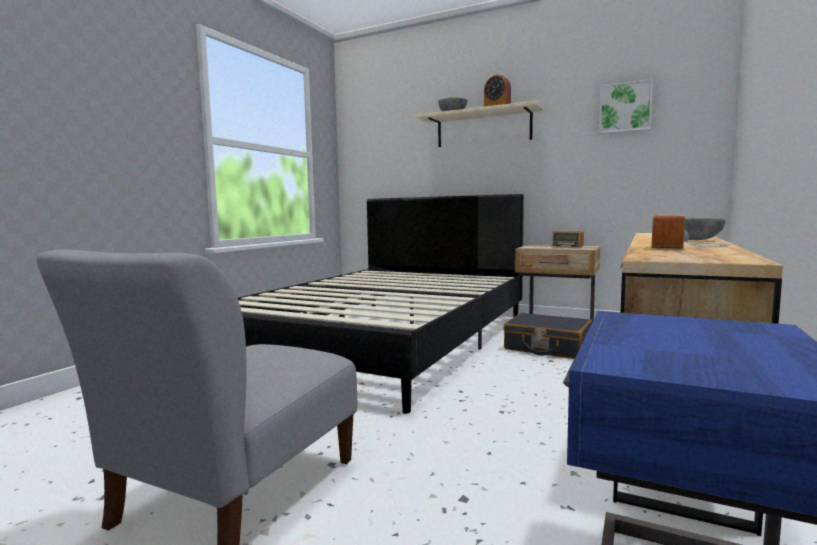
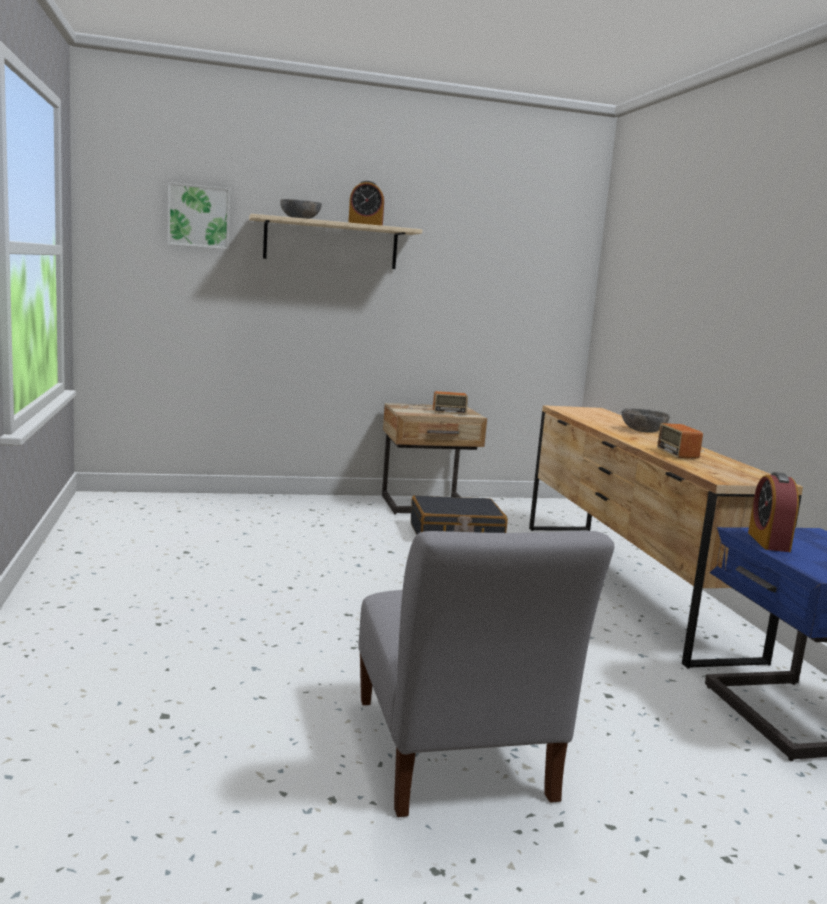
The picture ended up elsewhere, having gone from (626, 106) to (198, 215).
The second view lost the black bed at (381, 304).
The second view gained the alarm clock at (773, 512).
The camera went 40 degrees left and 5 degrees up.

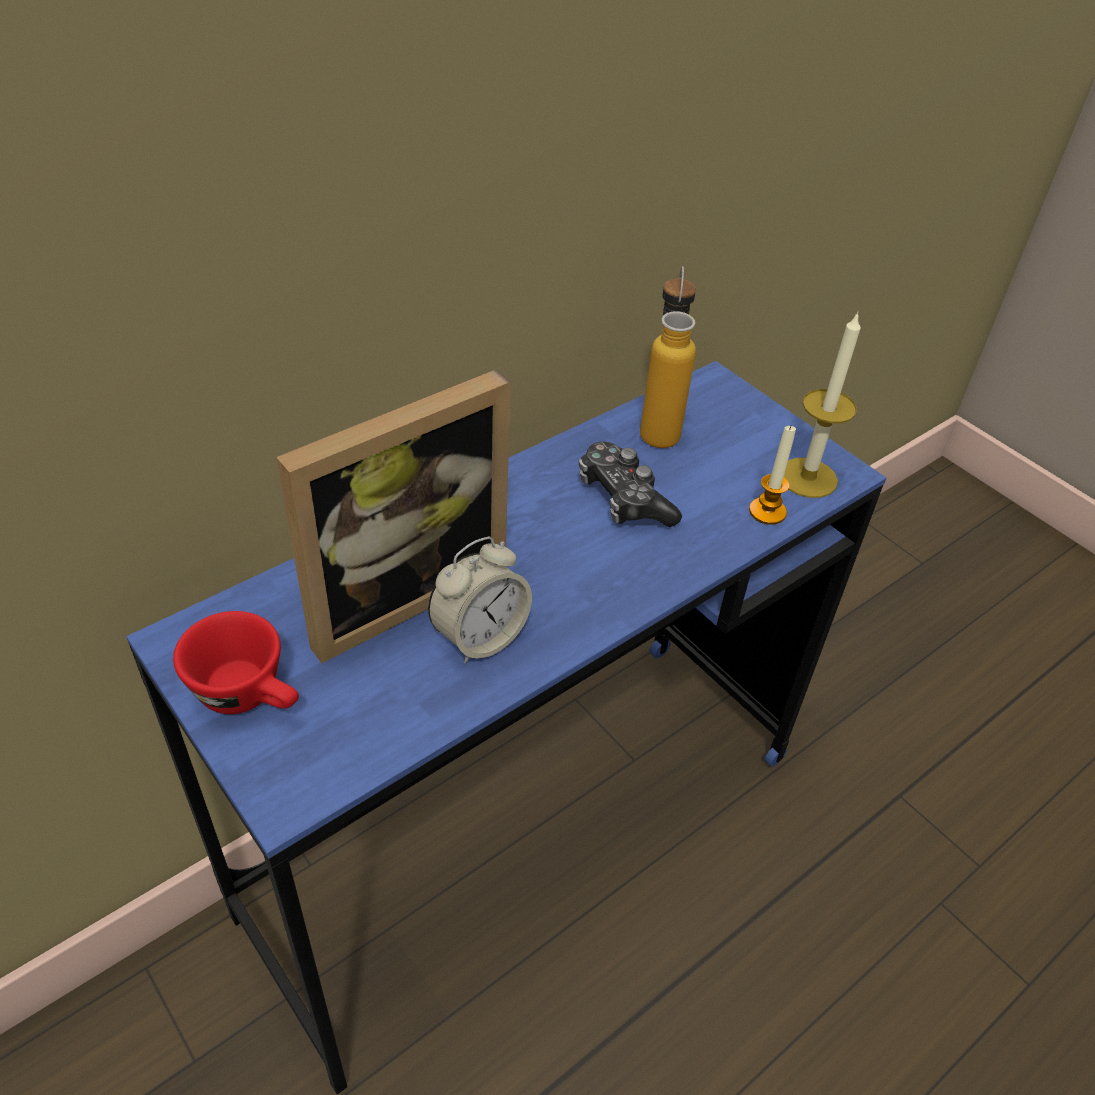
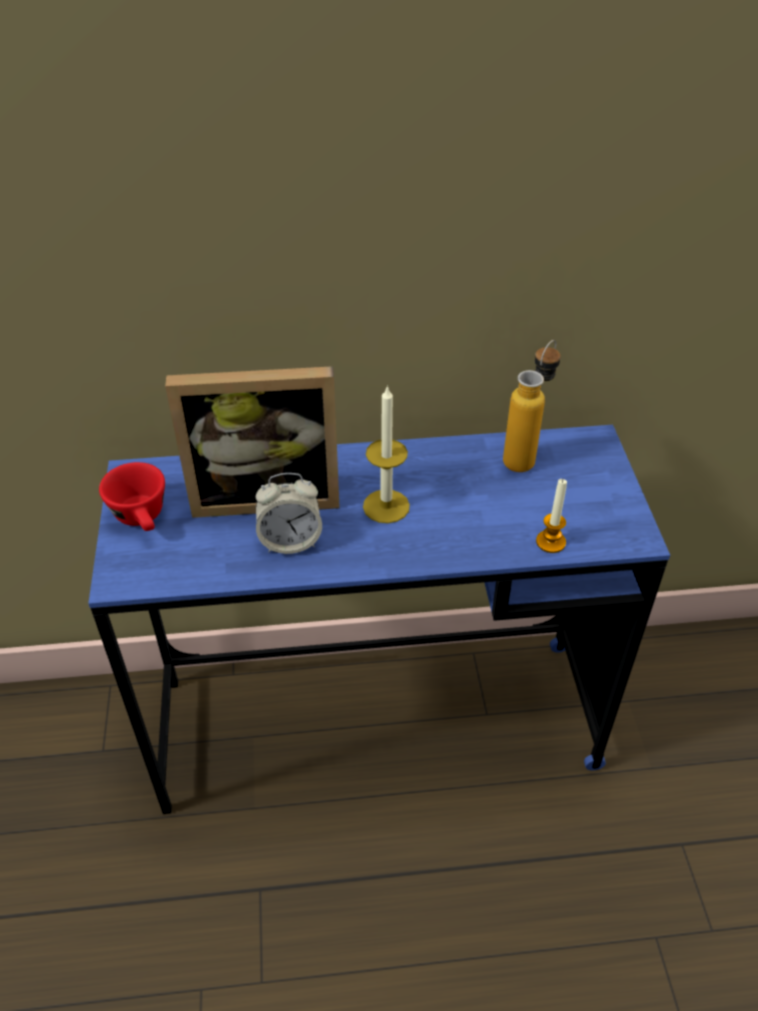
The candle ended up elsewhere, having gone from (822, 405) to (386, 454).
The second view lost the game controller at (630, 484).
The camera went 35 degrees right and 0 degrees up.

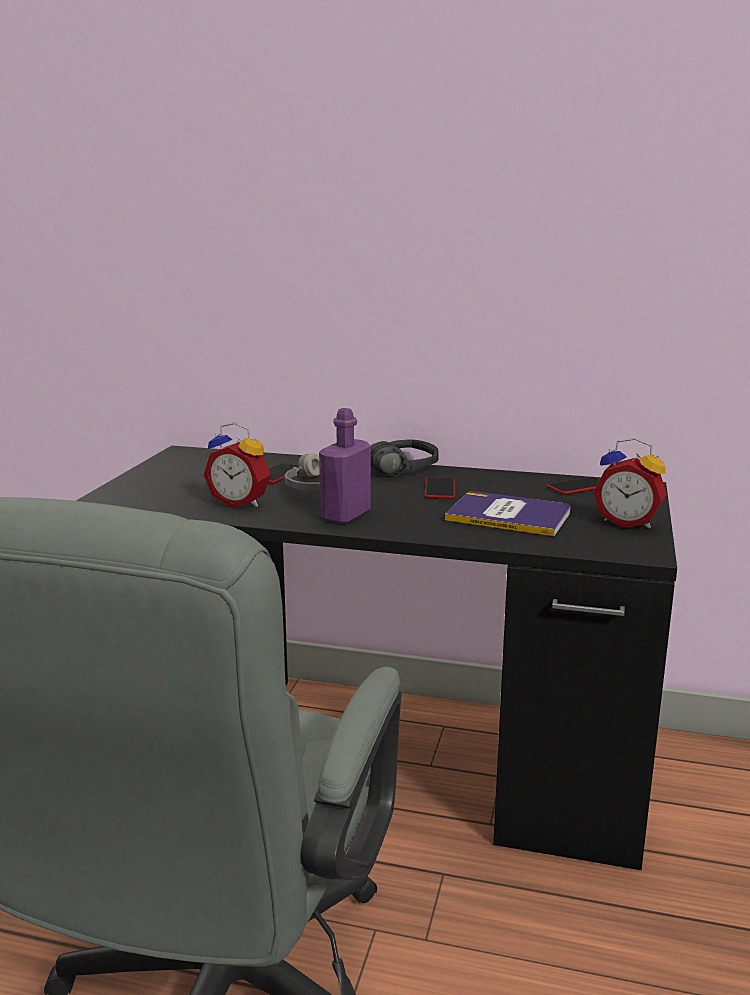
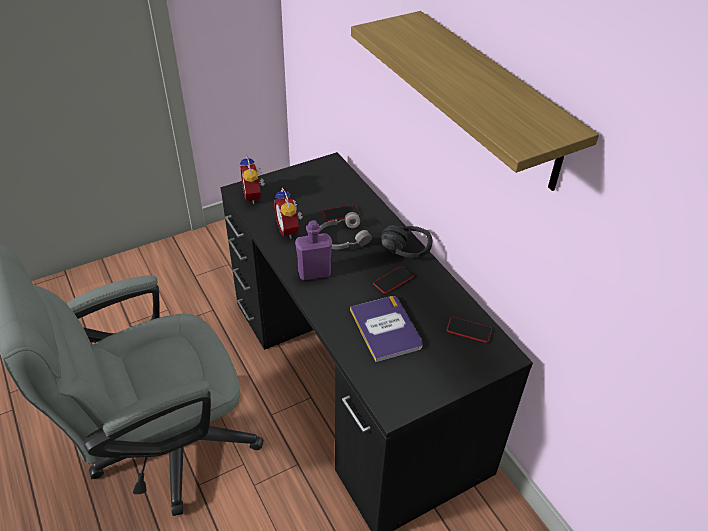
The alarm clock ended up elsewhere, having gone from (630, 483) to (252, 179).
The second view gained the shelf at (475, 101).
The camera went 45 degrees right and 25 degrees up.

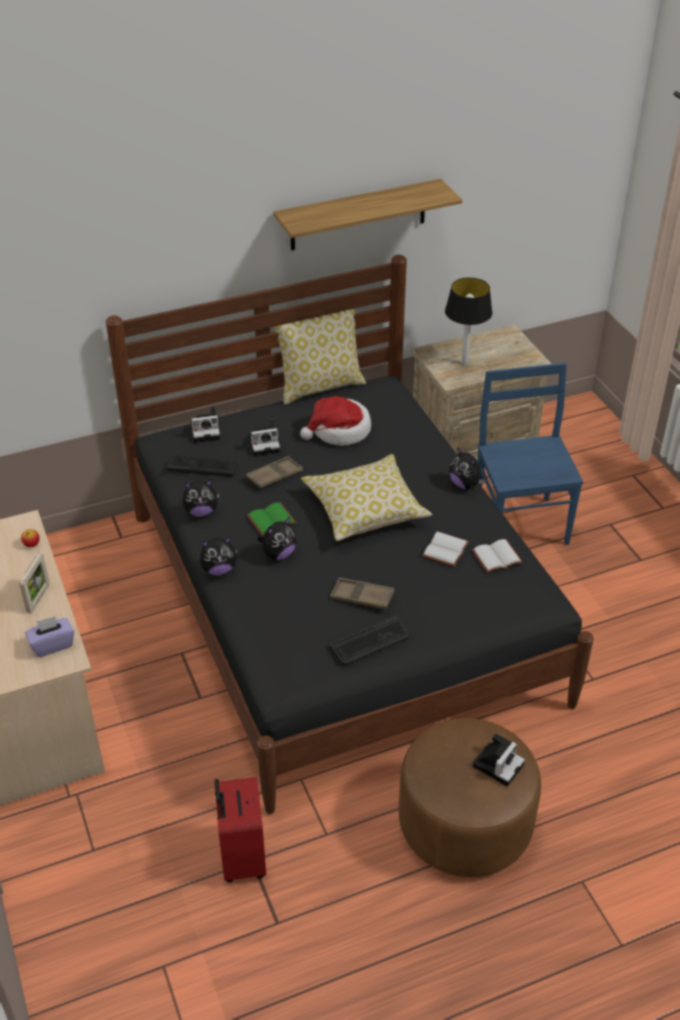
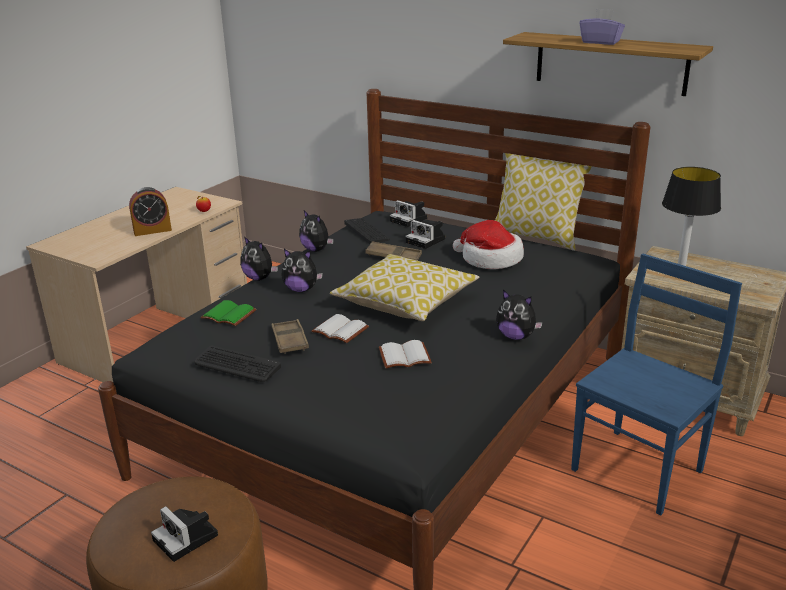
The plush toy at (467, 468) ended up facing another way, 75 degrees counterclockwise from before.
The green book ended up elsewhere, having gone from (271, 519) to (228, 313).
The white book ended up elsewhere, having gone from (497, 556) to (340, 328).
Where the picture frame stood at (35, 583), the alarm clock came to stand at (150, 211).
The purple tissue box ended up elsewhere, having gone from (49, 636) to (602, 27).
The photo camera at (499, 759) ended up facing another way, 45 degrees clockwise from before.
The second view lost the red suitcase at (240, 829).
The camera went 55 degrees right and 15 degrees down.

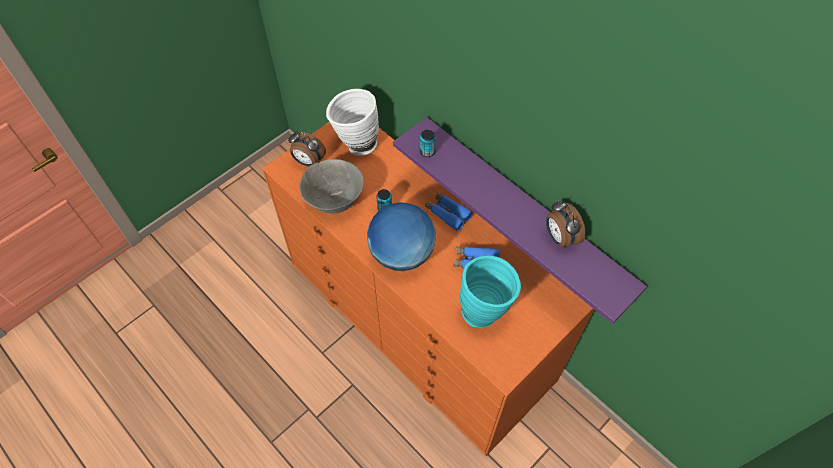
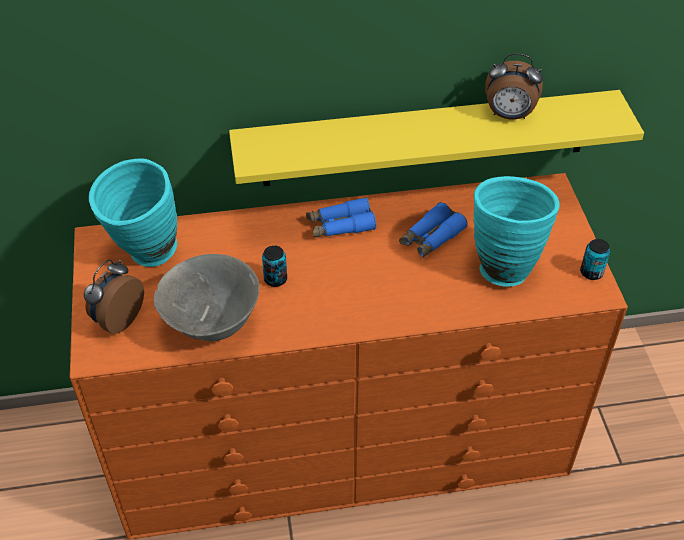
What was the white vase at (352, 122) turned into the turquoise vase at (133, 212).
What was the purple shelf at (520, 220) turned into the yellow shelf at (436, 138).
The can ended up elsewhere, having gone from (428, 143) to (595, 259).
The alarm clock at (307, 149) ended up facing another way, 150 degrees clockwise from before.
The second view lost the globe at (401, 236).
The camera went 55 degrees left and 10 degrees down.

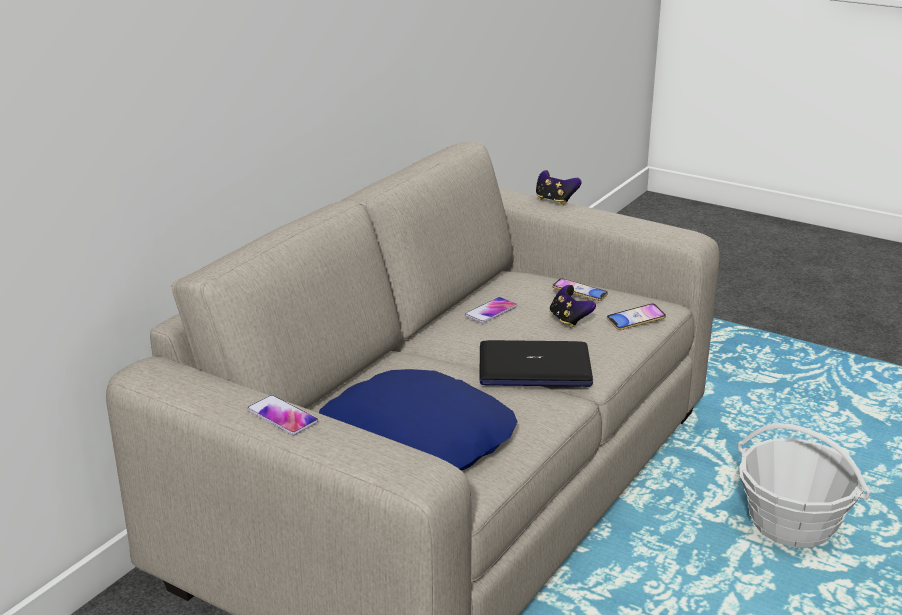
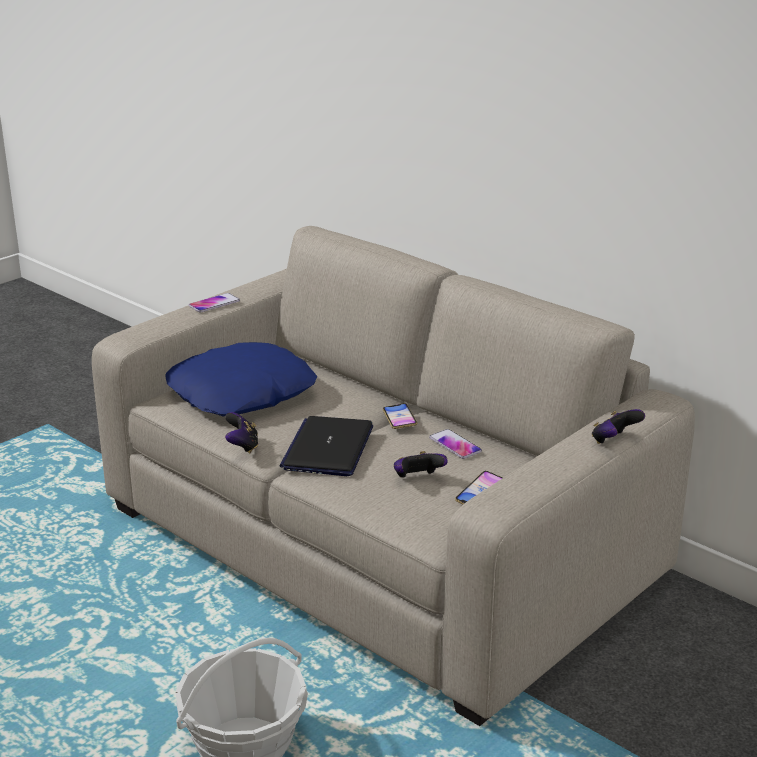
The phone ended up elsewhere, having gone from (636, 316) to (400, 416).
The second view gained the game controller at (242, 432).
The camera went 100 degrees right and 0 degrees up.

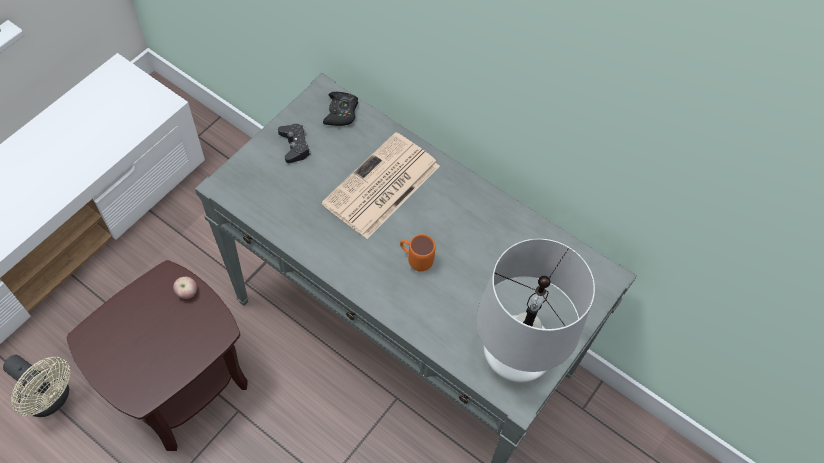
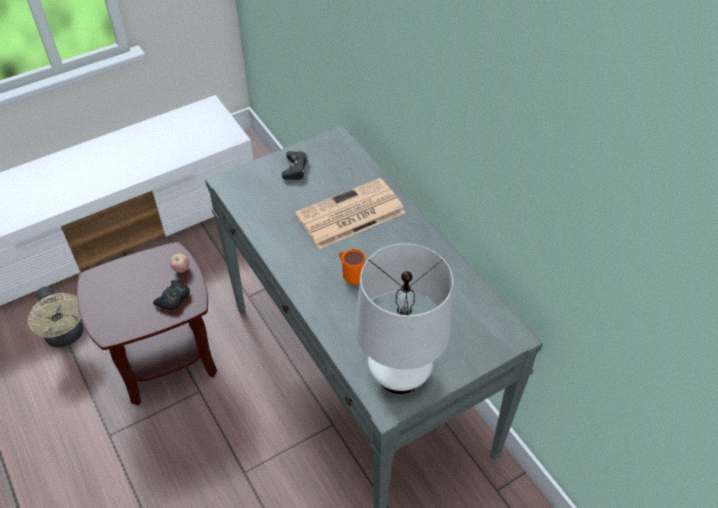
The black game controller ended up elsewhere, having gone from (340, 109) to (171, 295).
The camera went 25 degrees right and 10 degrees down.

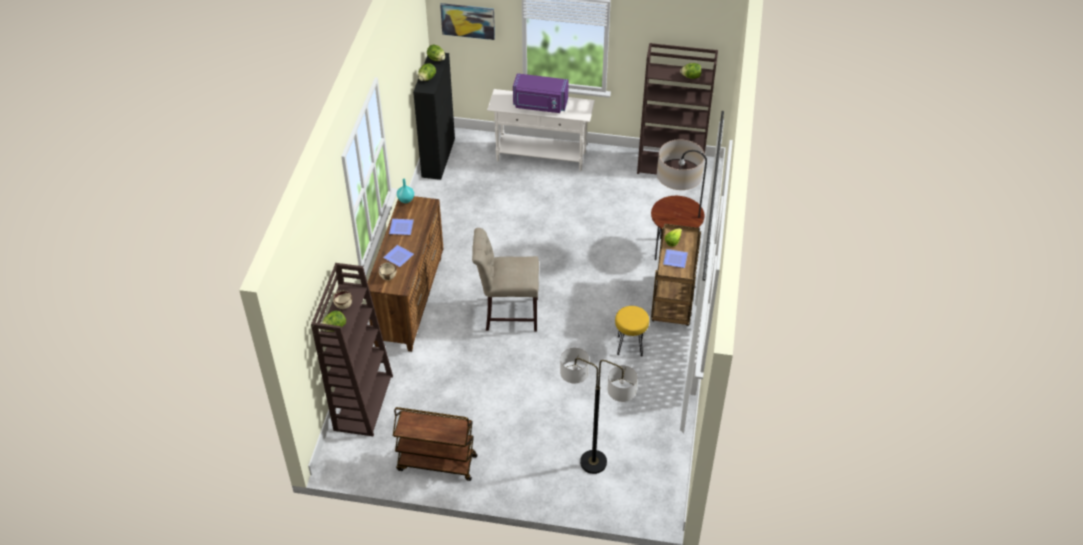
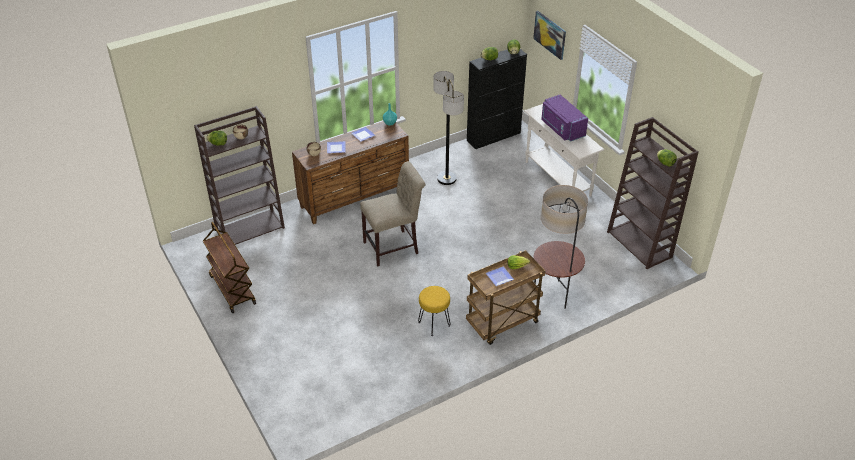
The beige chair at (505, 280) ended up facing another way, 105 degrees clockwise from before.
The floor lamp ended up elsewhere, having gone from (599, 411) to (448, 128).
The camera went 50 degrees right and 5 degrees down.

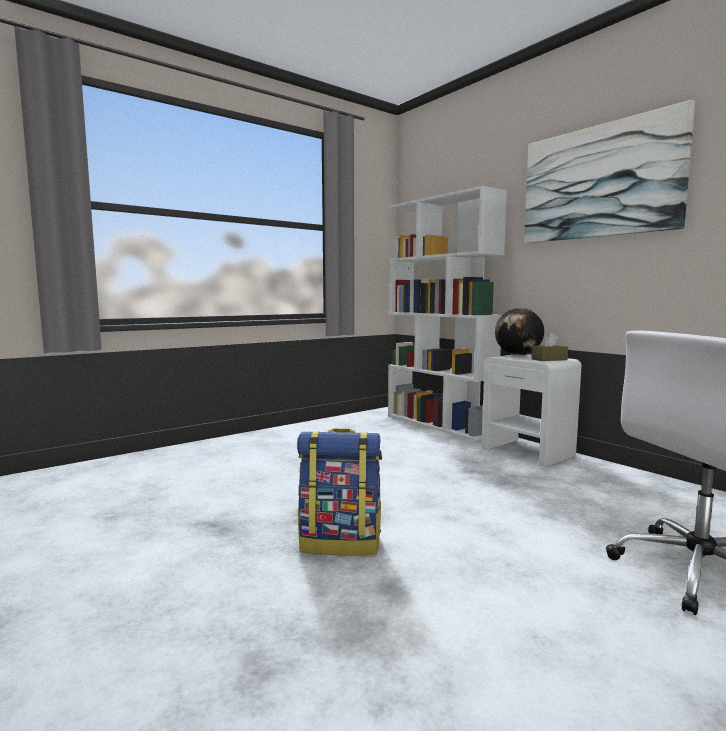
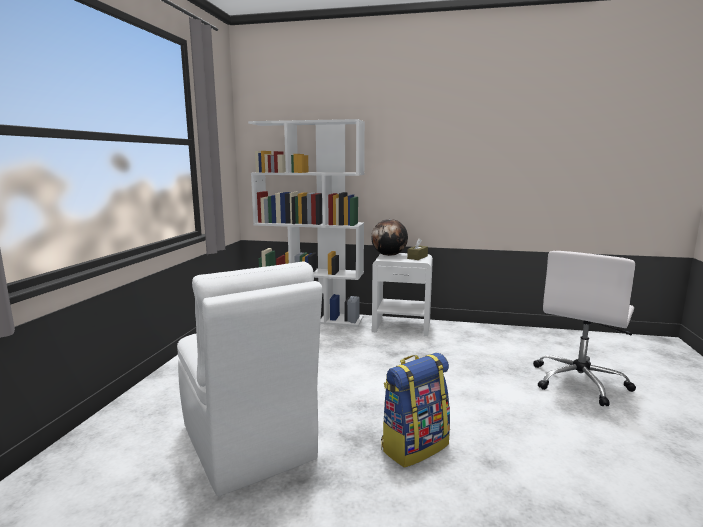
The second view lost the picture at (609, 171).
The second view gained the white chair at (249, 378).
The camera went 40 degrees left and 5 degrees up.

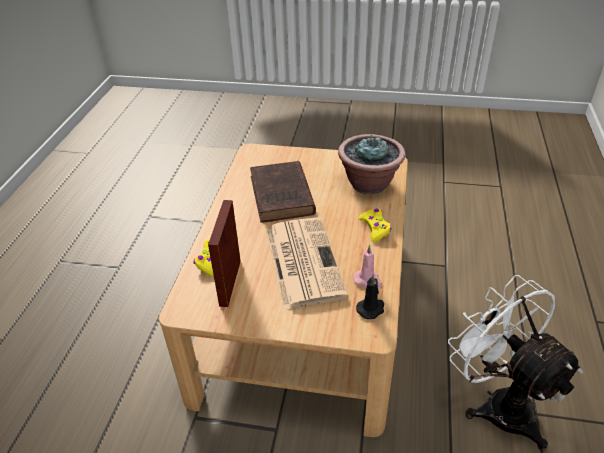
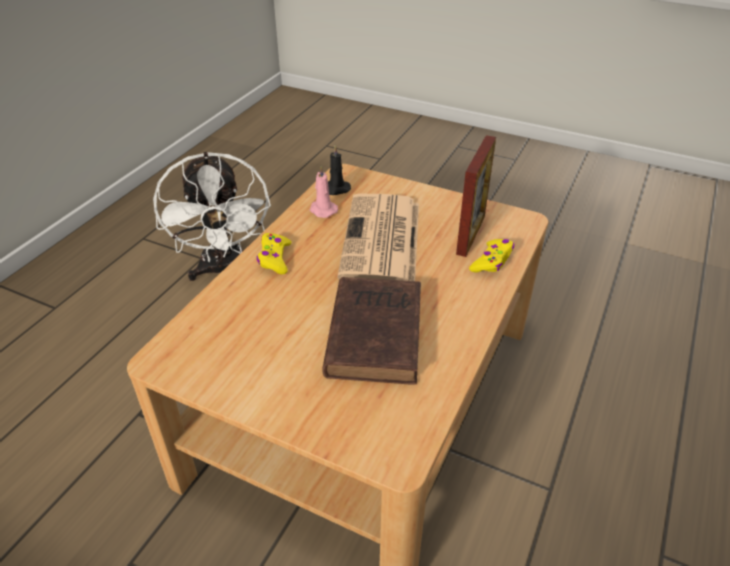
The second view lost the potted plant at (371, 164).
The camera went 165 degrees left and 0 degrees up.

